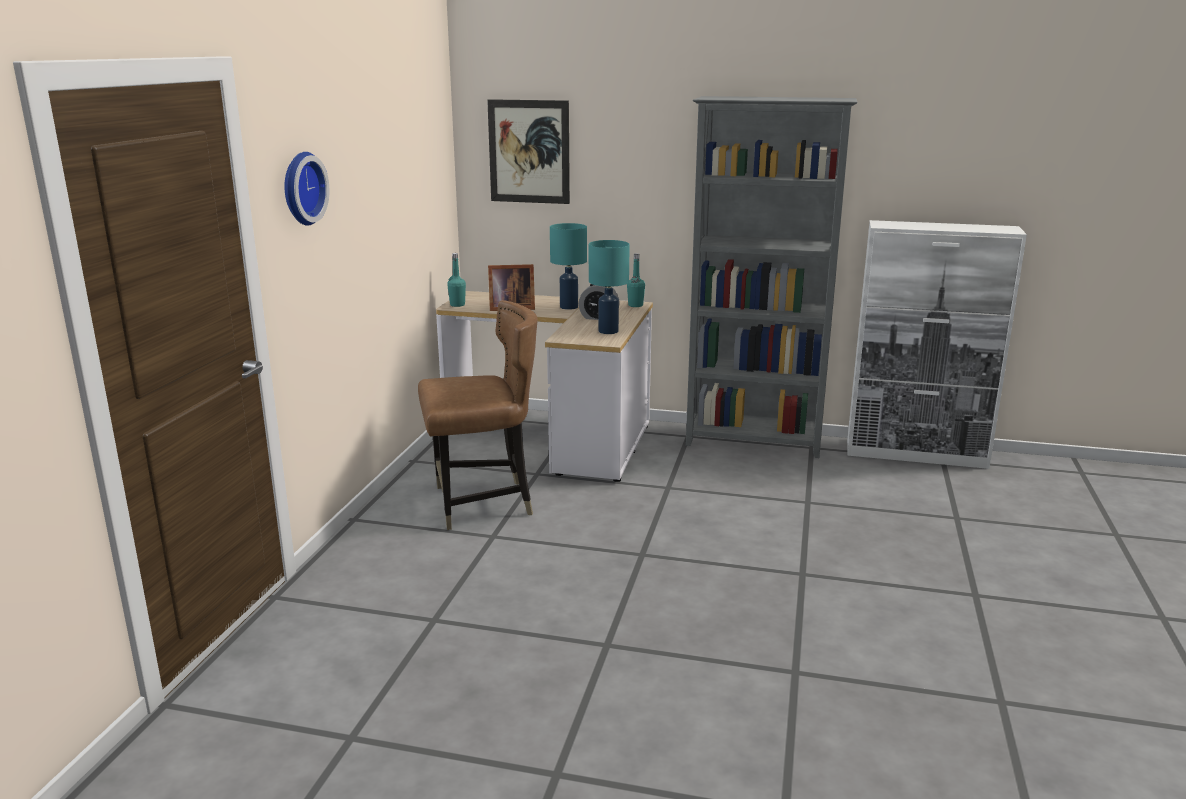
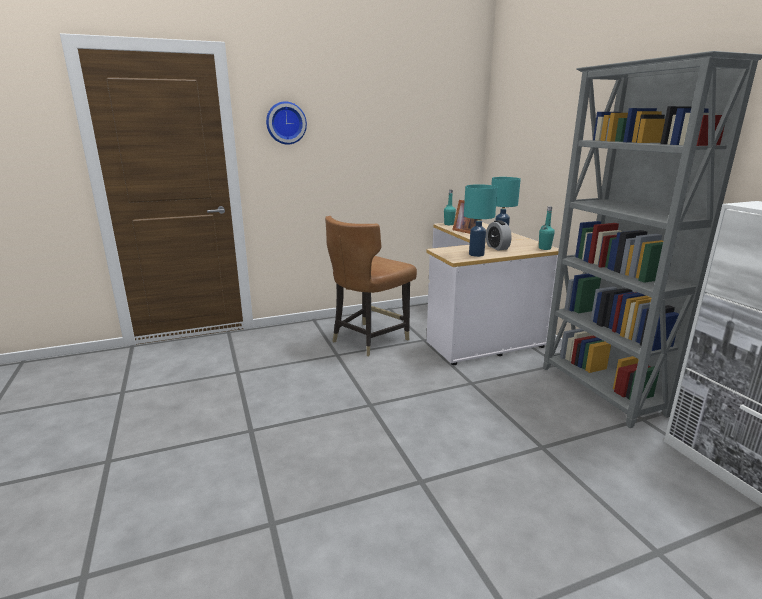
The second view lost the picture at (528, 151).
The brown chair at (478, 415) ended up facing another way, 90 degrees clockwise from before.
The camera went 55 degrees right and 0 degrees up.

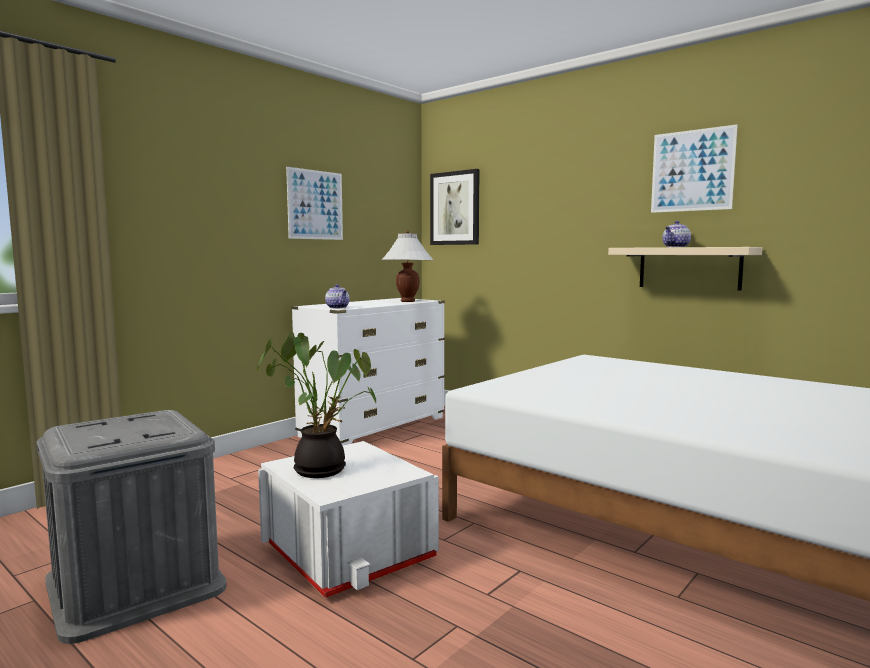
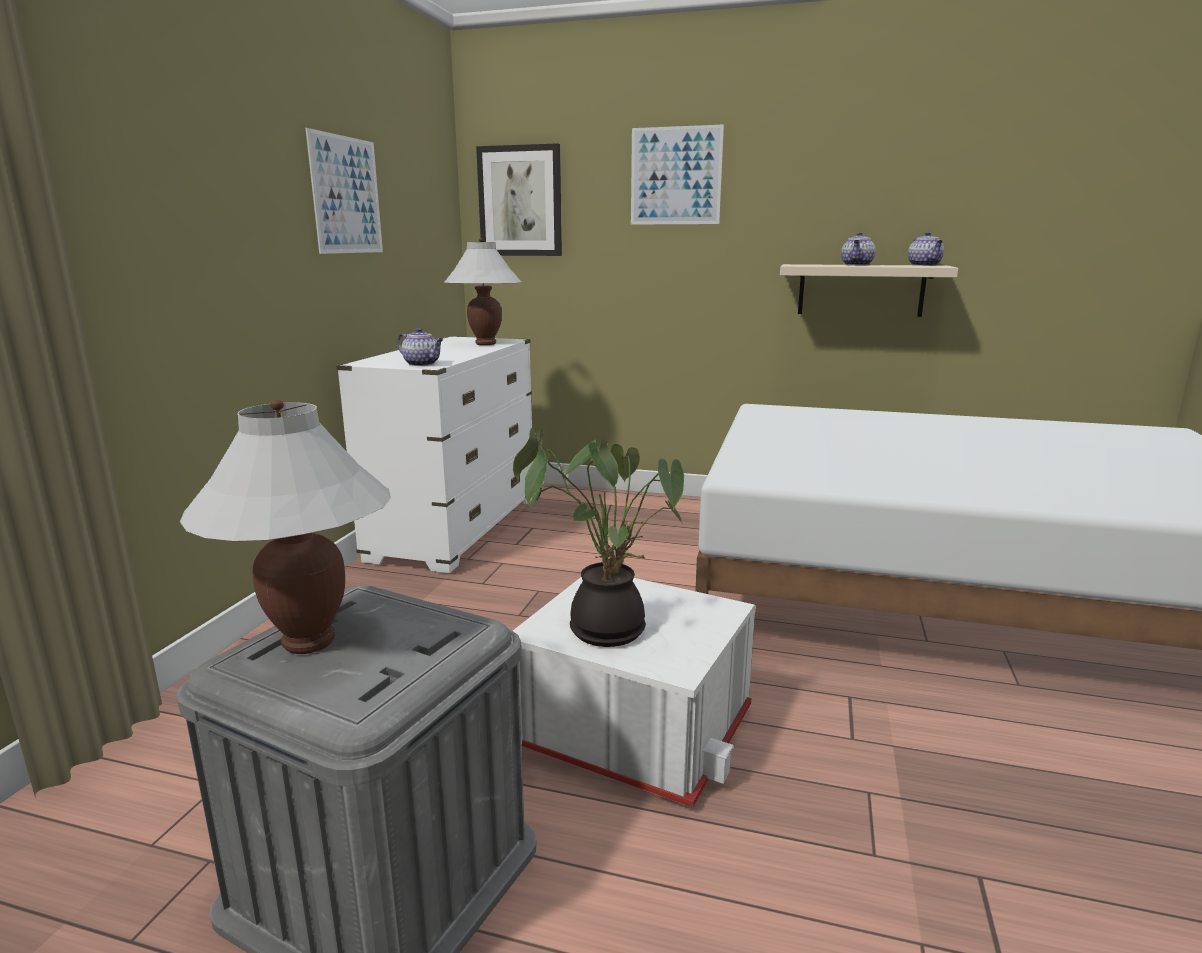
The picture ended up elsewhere, having gone from (694, 168) to (677, 174).
The second view gained the teapot at (926, 249).
The second view gained the white table lamp at (285, 527).
The camera went 25 degrees left and 10 degrees up.

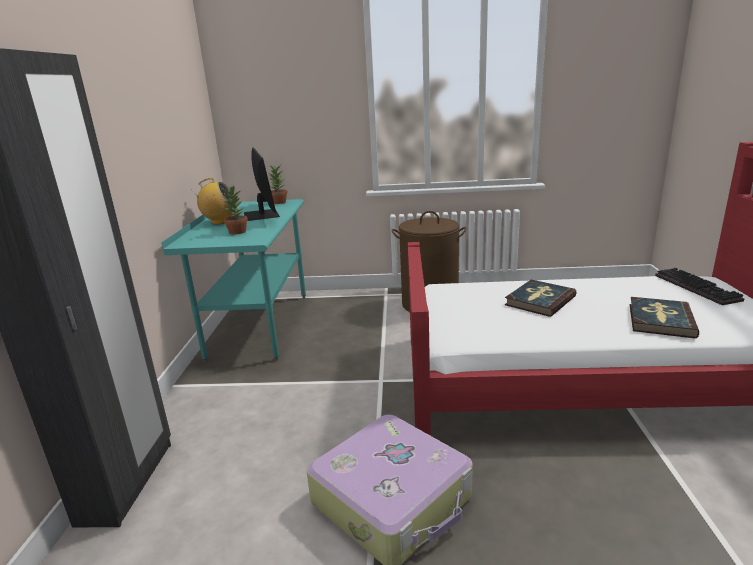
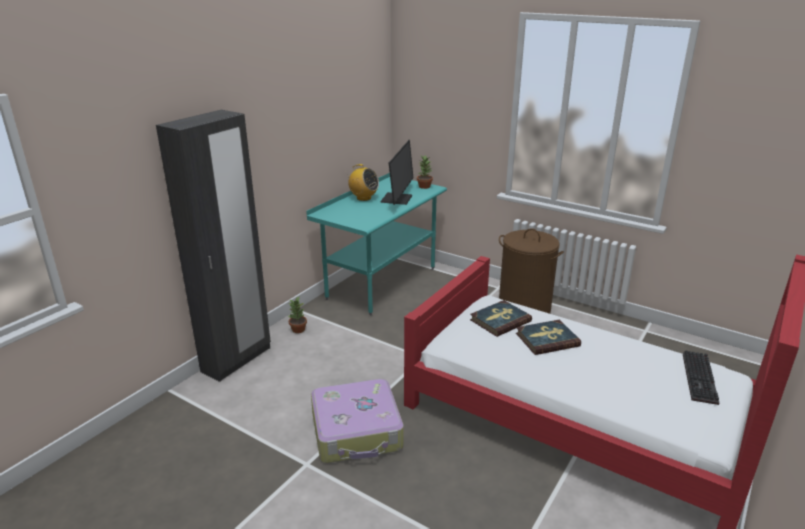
The potted plant ended up elsewhere, having gone from (234, 209) to (298, 315).
The book ended up elsewhere, having gone from (664, 317) to (501, 318).
The camera went 30 degrees right and 5 degrees up.

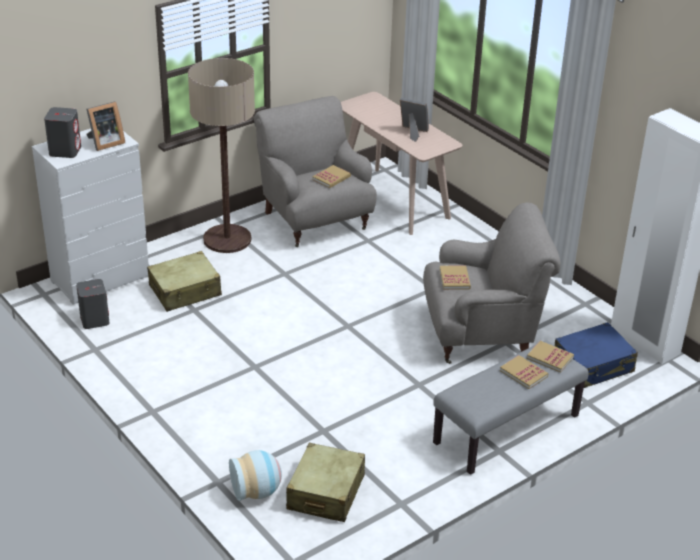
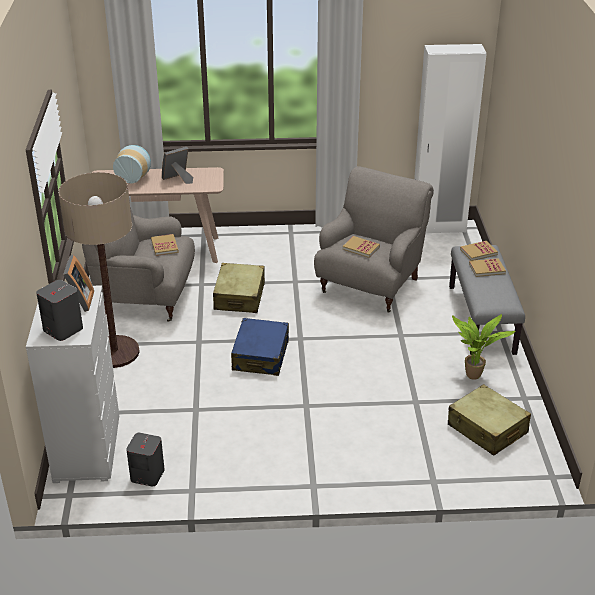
The beige suitcase ended up elsewhere, having gone from (184, 281) to (239, 288).
The blue suitcase ended up elsewhere, having gone from (596, 355) to (260, 347).
The vase ended up elsewhere, having gone from (255, 475) to (132, 164).
The second view gained the potted plant at (483, 347).
The camera went 55 degrees left and 0 degrees up.

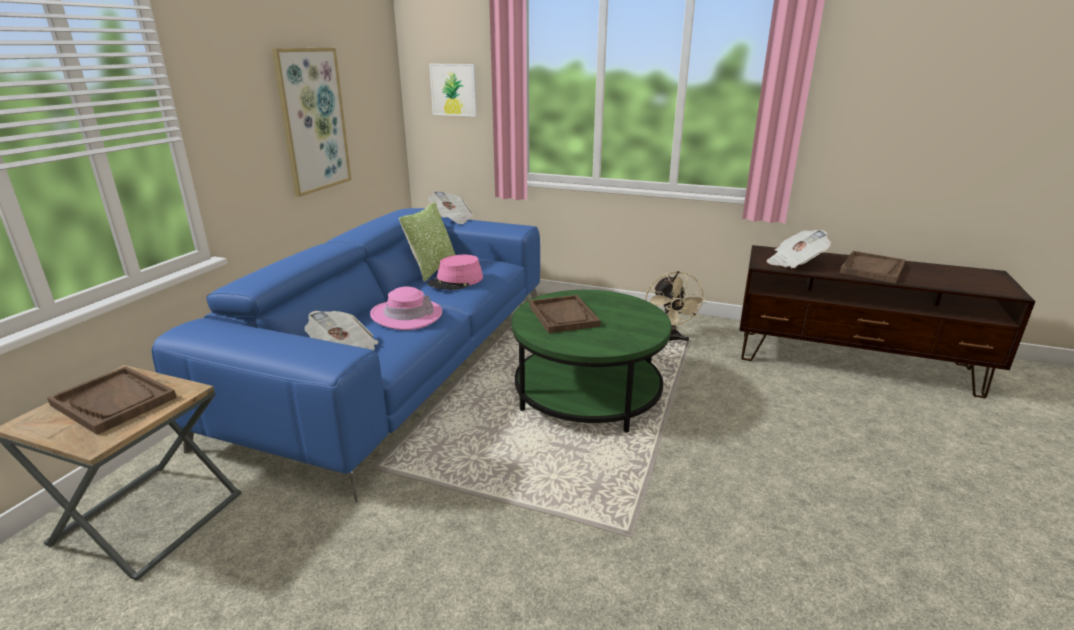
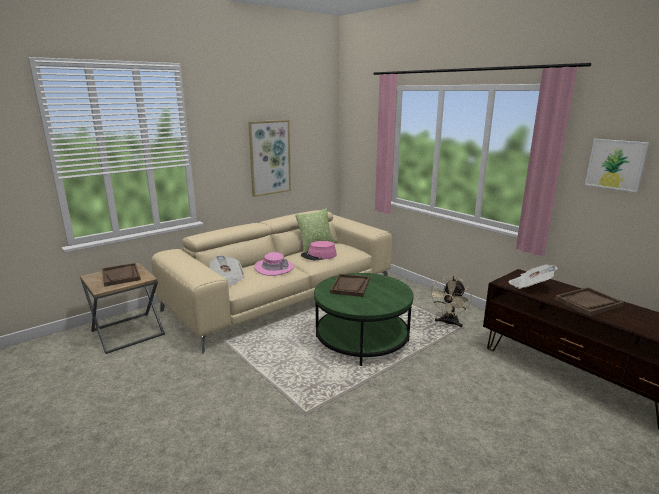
The picture ended up elsewhere, having gone from (453, 90) to (617, 165).
The second view lost the newspaper at (451, 207).
What was the blue sofa at (346, 355) turned into the beige sofa at (271, 282).
The camera went 30 degrees right and 5 degrees down.

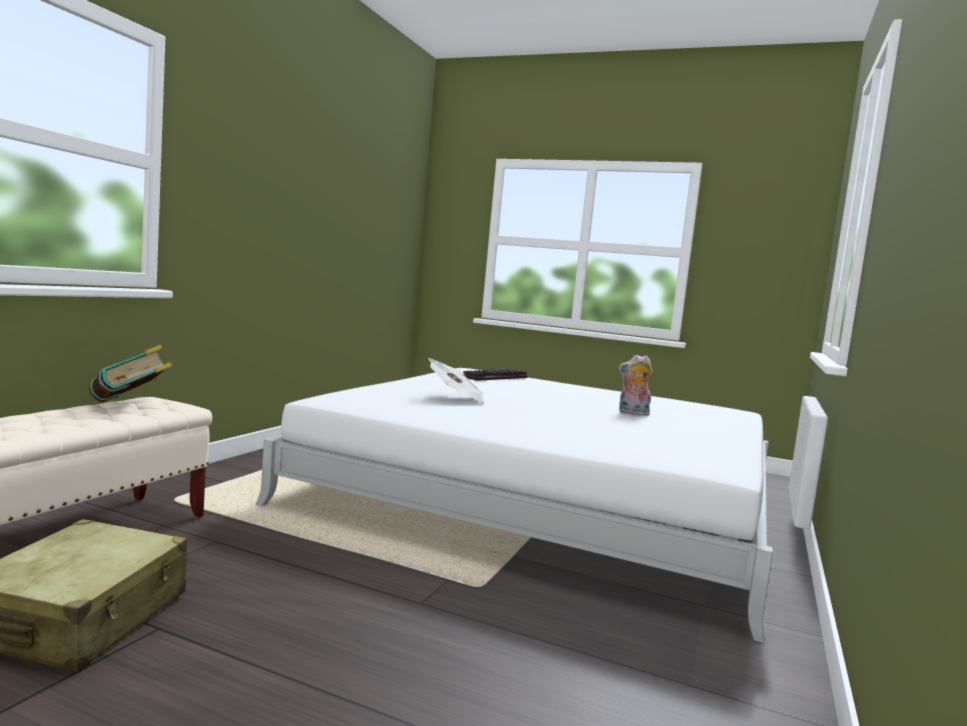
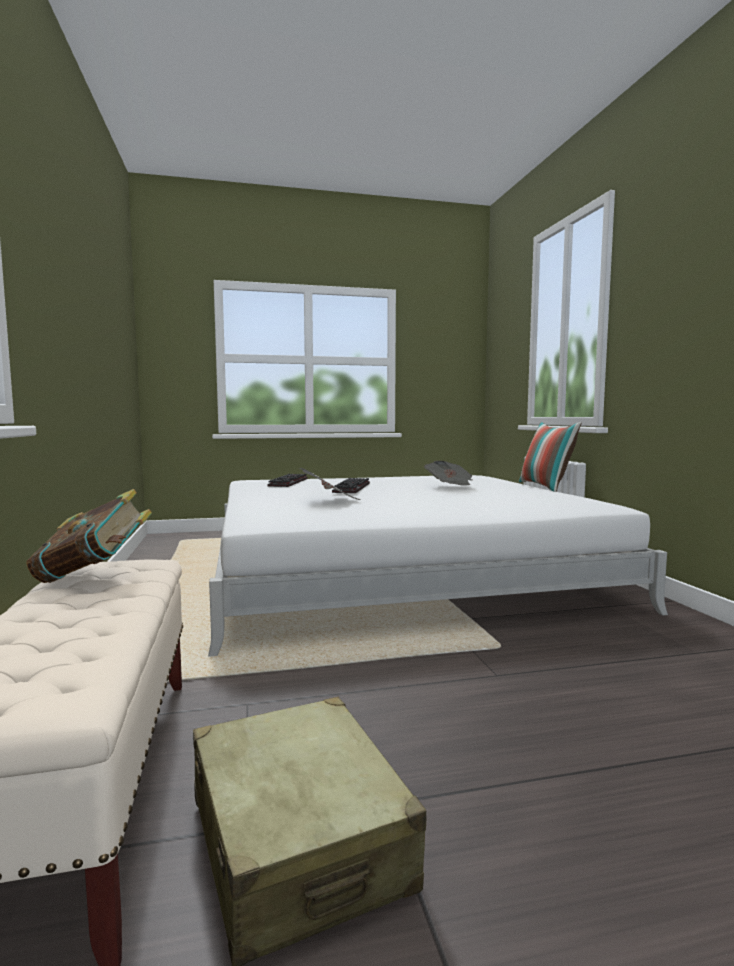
Where the plush toy stood at (636, 385), the newspaper came to stand at (448, 473).
The second view gained the pillow at (550, 457).
The second view gained the keyboard at (351, 485).
The camera went 35 degrees left and 0 degrees up.

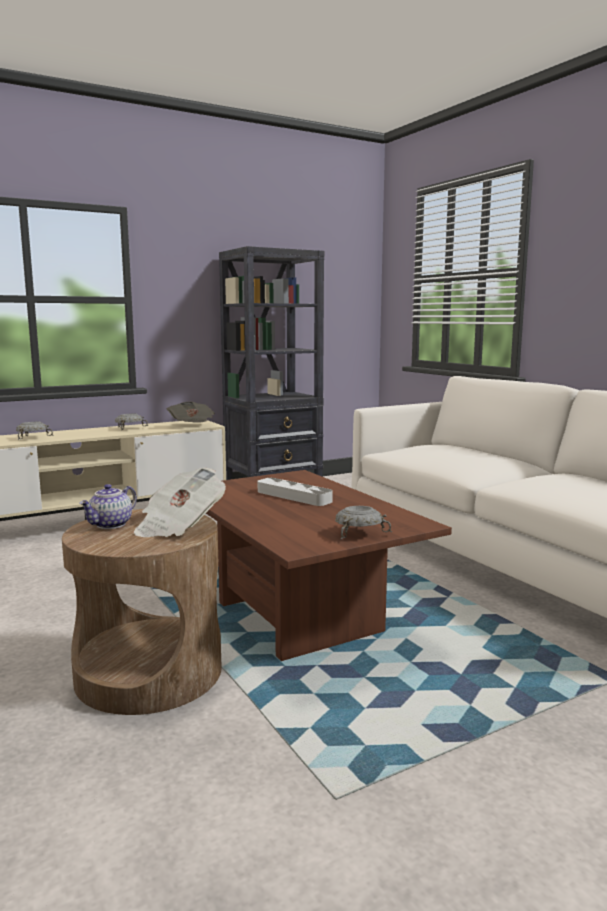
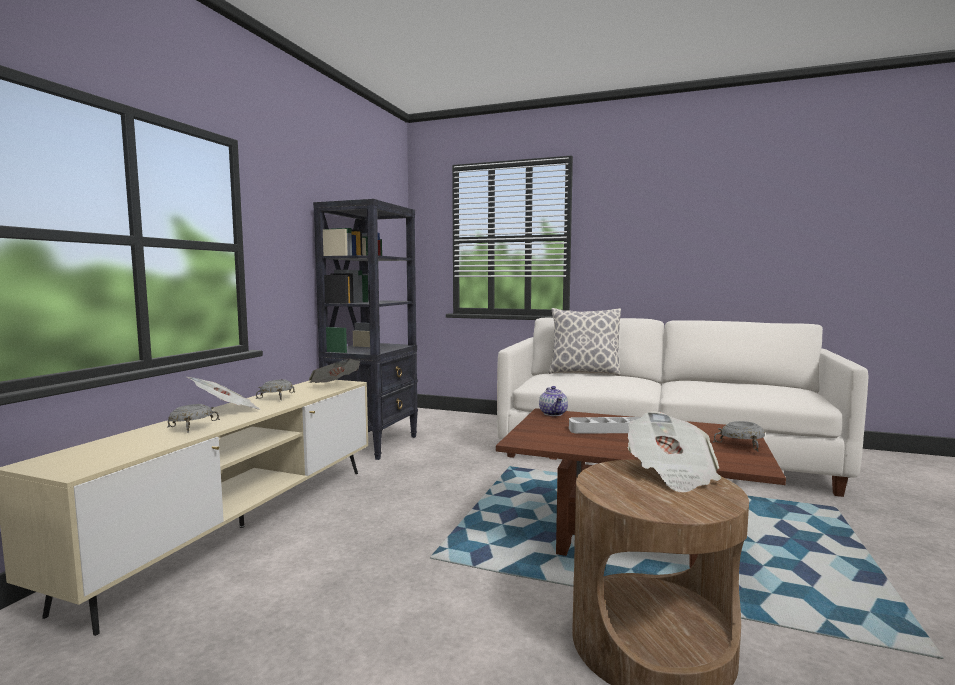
The teapot ended up elsewhere, having gone from (108, 506) to (553, 401).
The second view gained the pillow at (585, 342).
The second view gained the newspaper at (224, 393).
The camera went 40 degrees left and 5 degrees down.

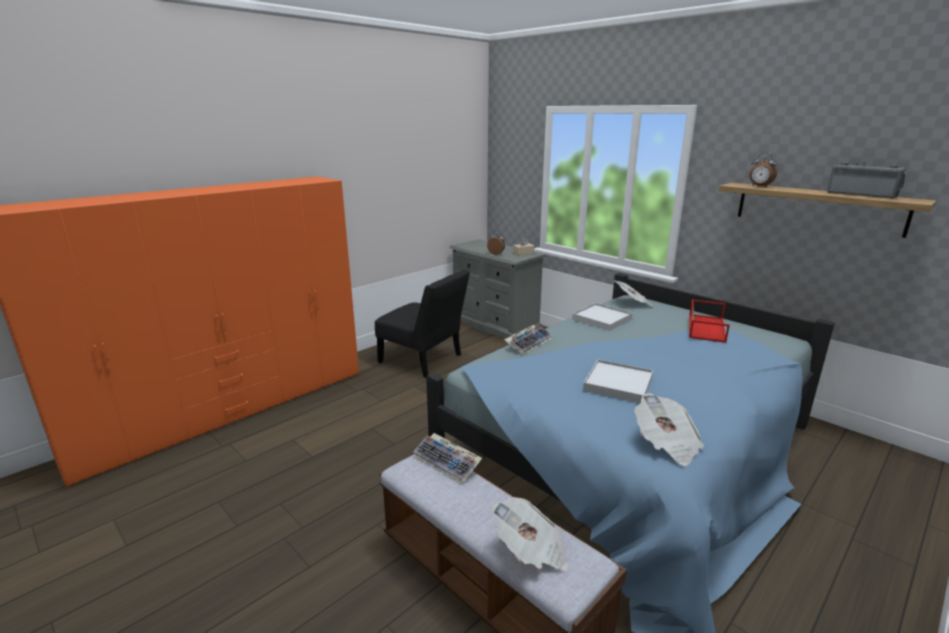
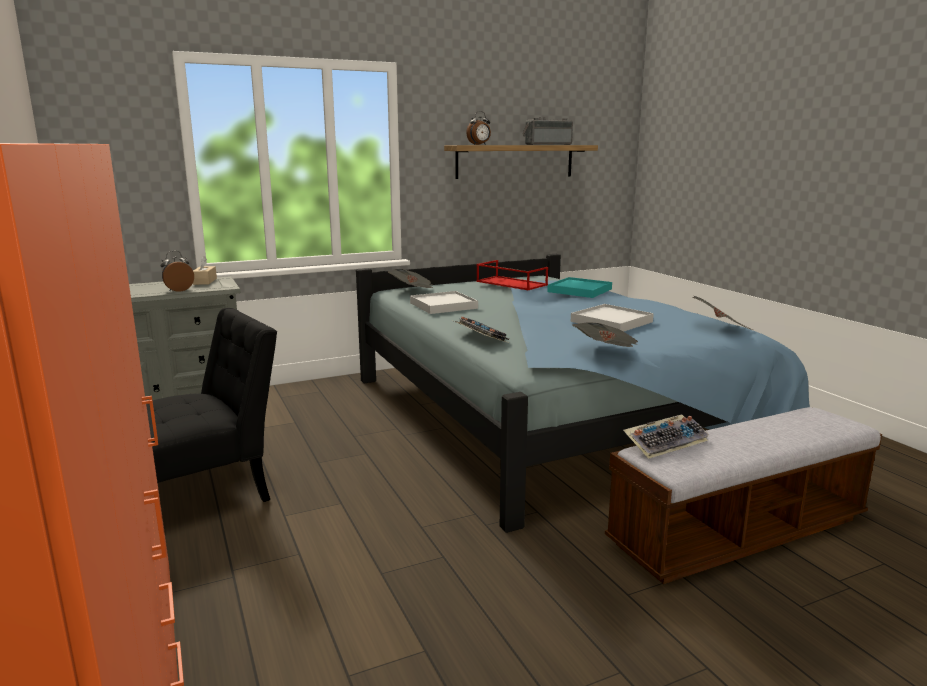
The newspaper ended up elsewhere, having gone from (530, 534) to (605, 335).
The second view gained the turquoise tray at (579, 287).
The camera went 70 degrees left and 5 degrees down.

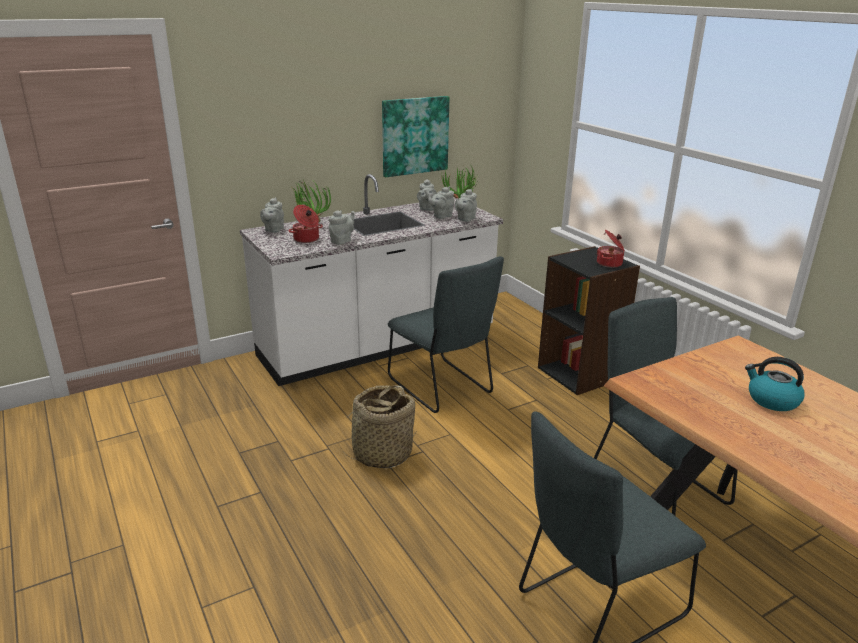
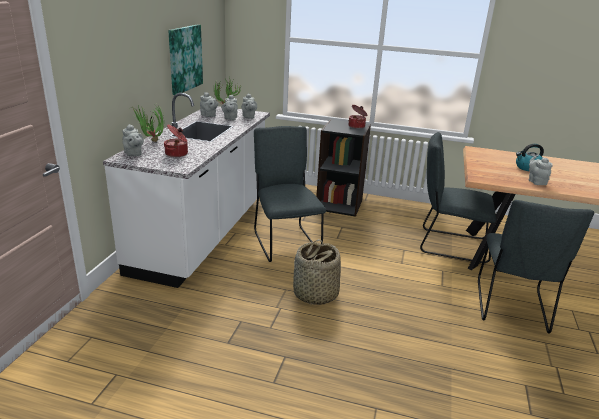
The grey teapot ended up elsewhere, having gone from (341, 227) to (541, 170).
The grey chair at (446, 334) ended up facing another way, 120 degrees counterclockwise from before.
The camera went 45 degrees left and 0 degrees up.

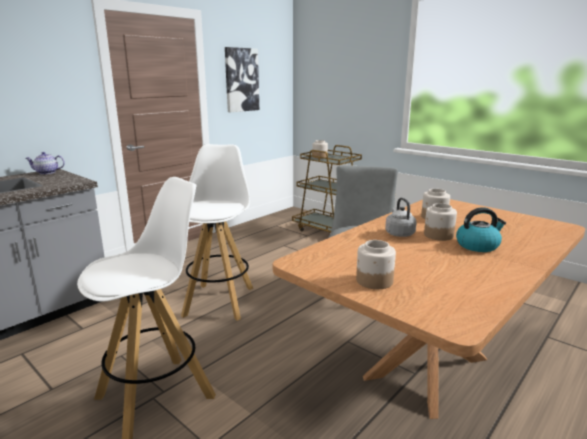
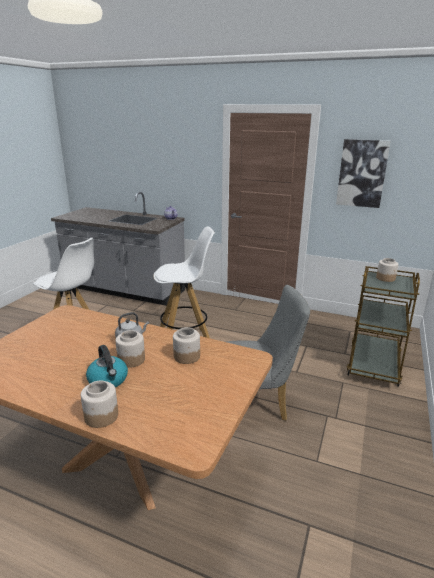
The jar ended up elsewhere, having gone from (376, 264) to (99, 404).
The camera went 70 degrees right and 5 degrees up.

